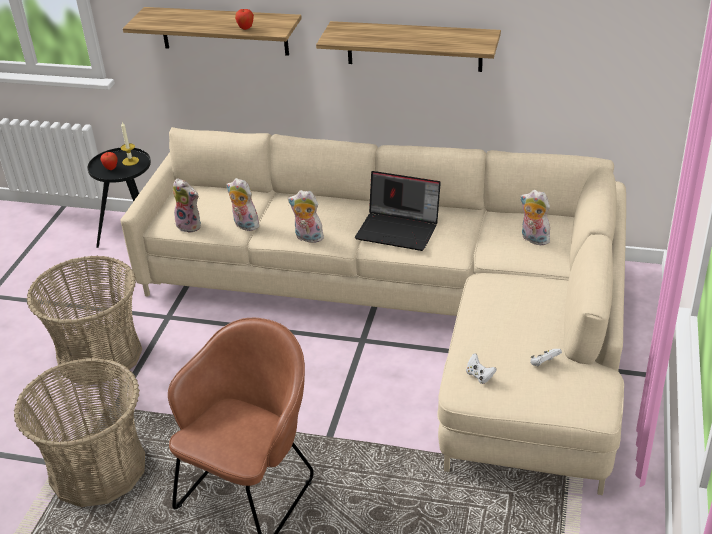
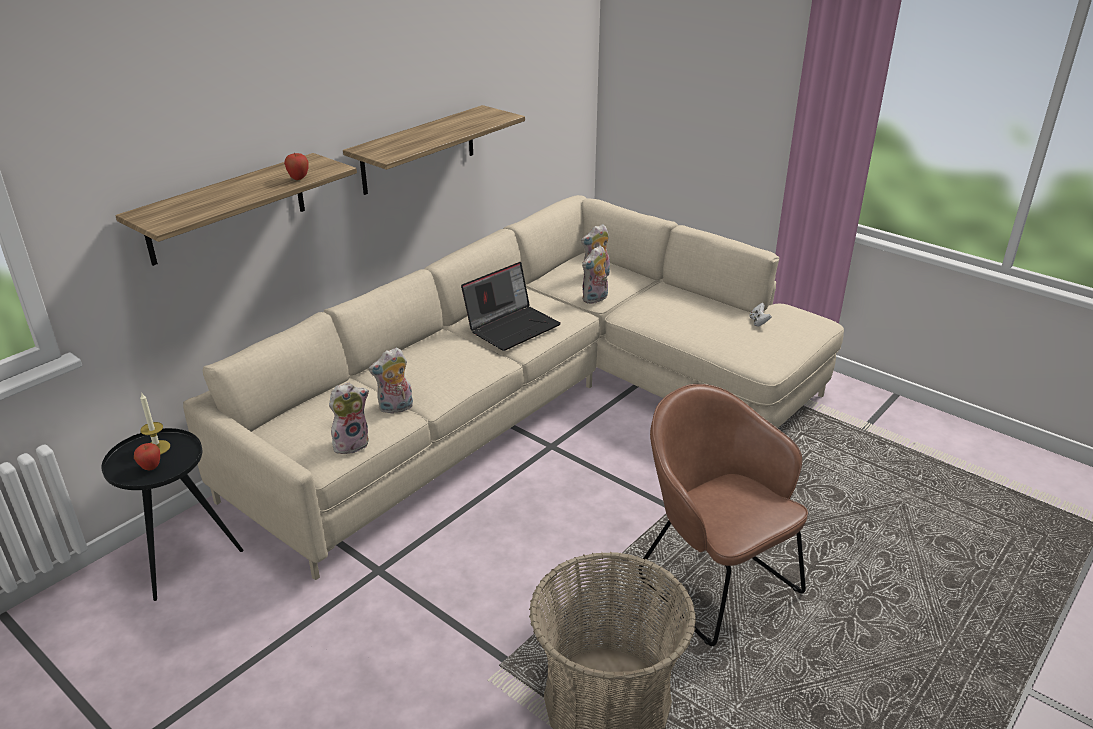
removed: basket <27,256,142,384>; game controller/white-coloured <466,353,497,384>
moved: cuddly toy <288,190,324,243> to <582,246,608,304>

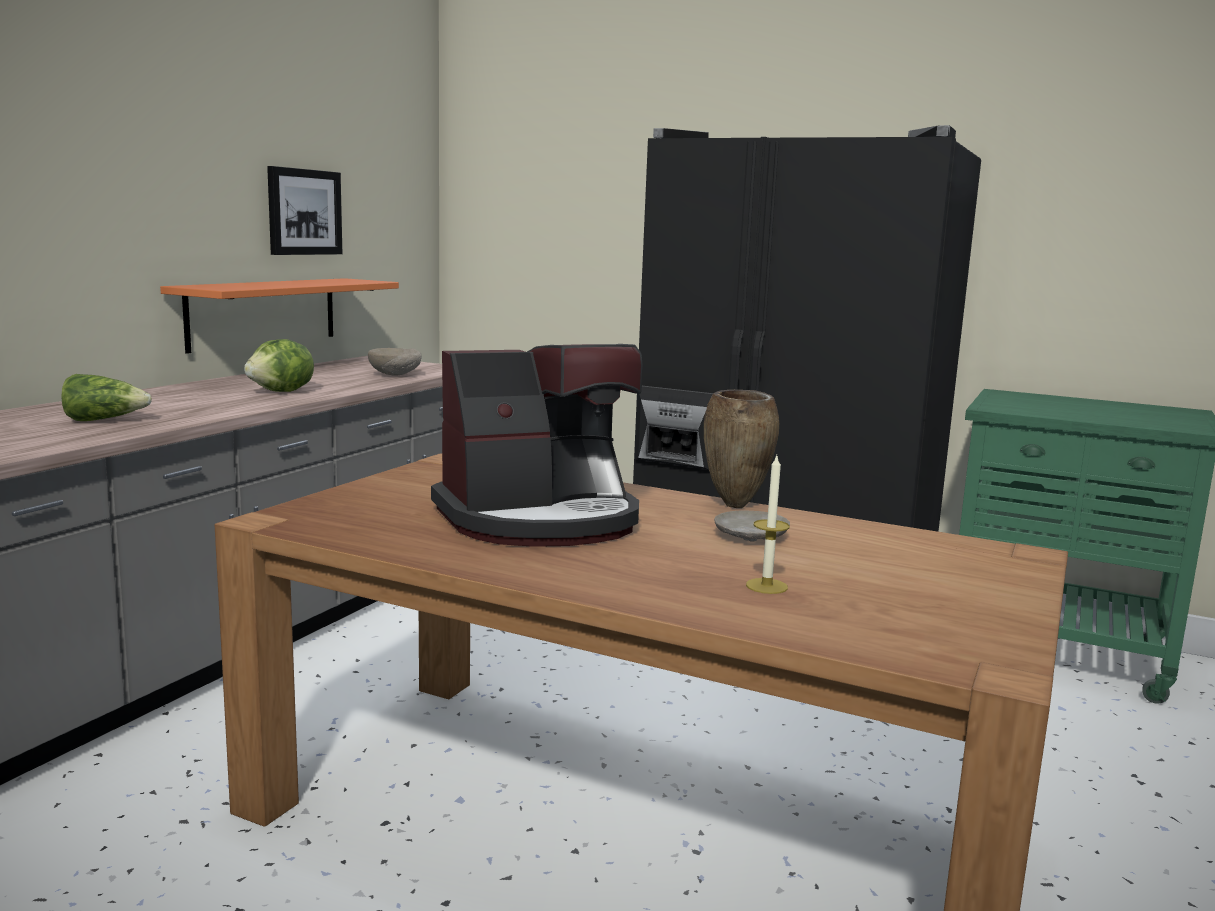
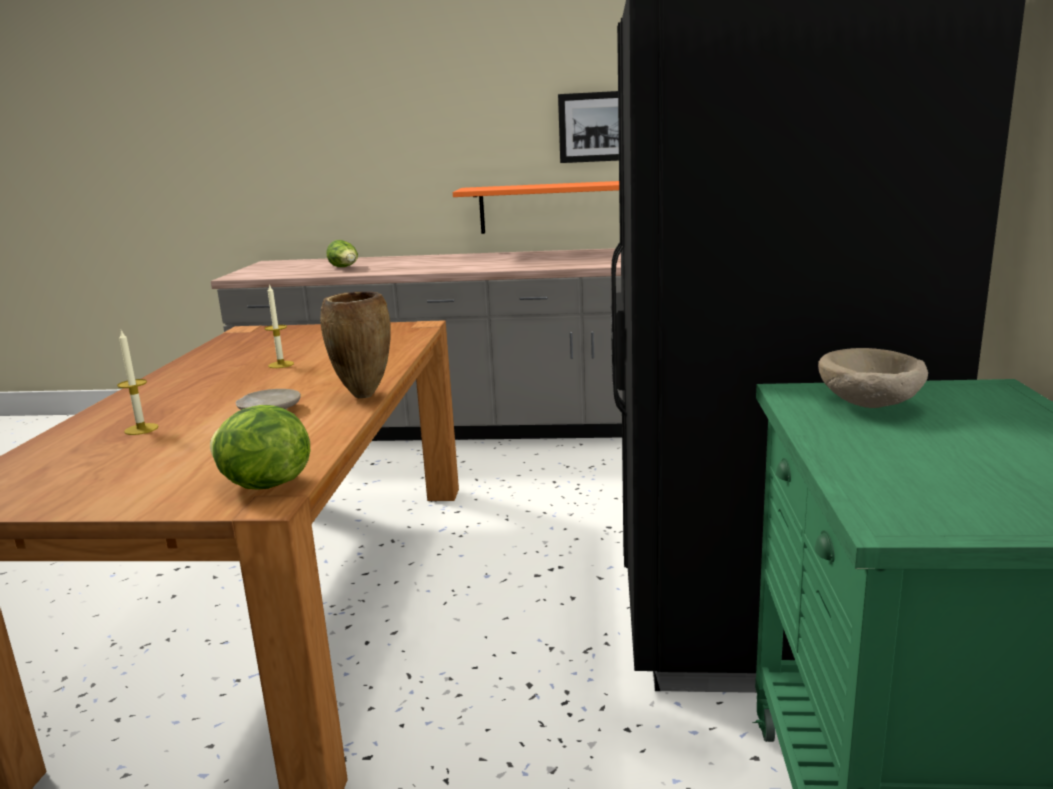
moved: lettuce <244,339,314,392> to <210,405,310,490>; bowl/beige <368,348,422,376> to <818,348,928,408>
replaced: coffee maker <431,344,643,547> to wax light <265,284,294,368>

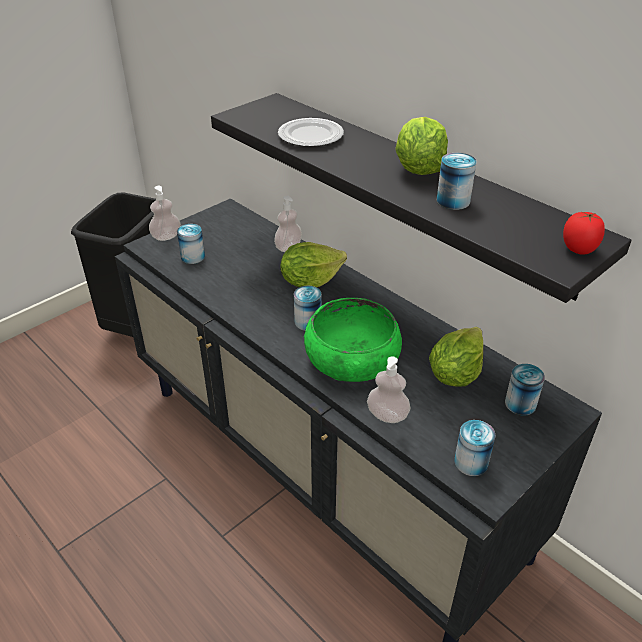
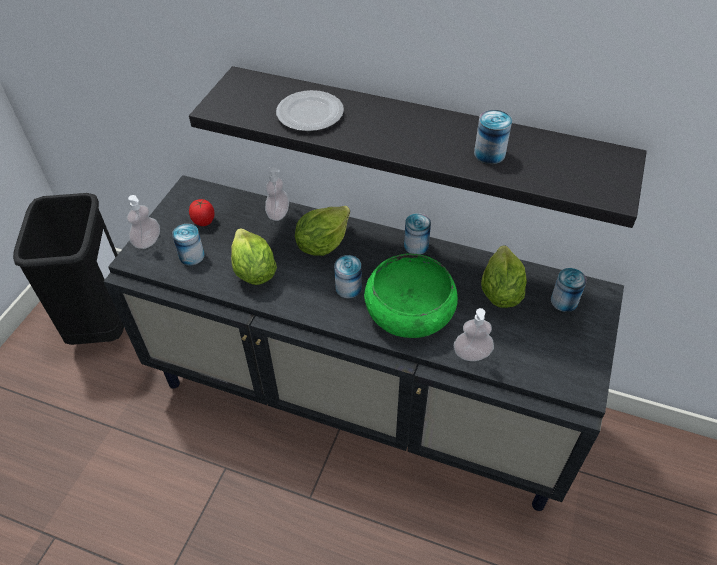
moved: lettuce <395,117,448,175> to <231,228,277,285>; can <454,420,495,476> to <404,213,431,255>; fresh tomato <563,212,605,255> to <189,199,215,226>

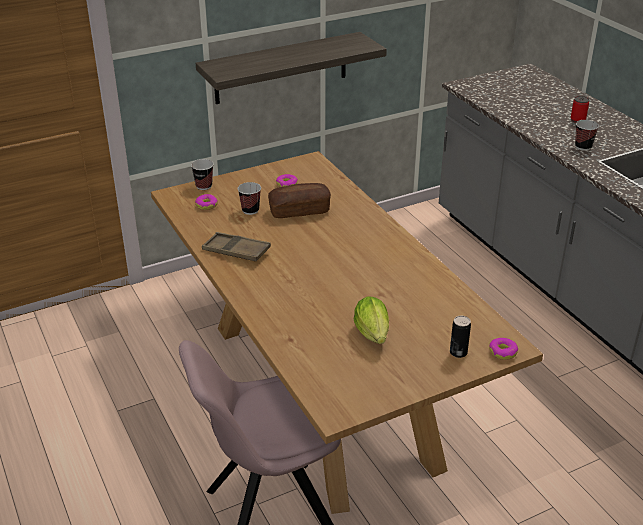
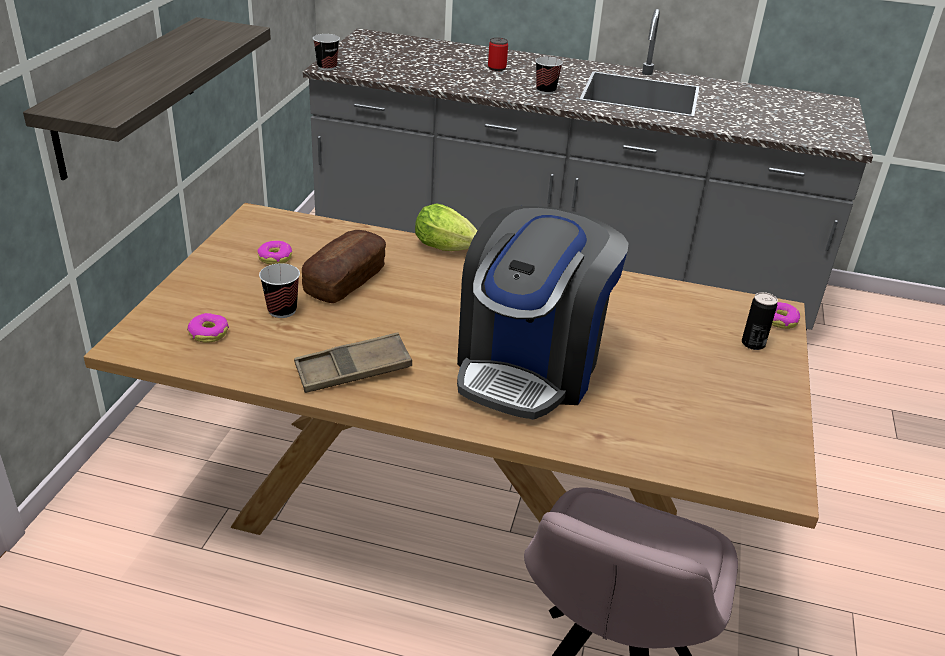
added: coffee maker <457,206,628,419>
moved: drinking cup <191,159,214,190> to <313,34,340,71>; lettuce <354,296,389,344> to <415,203,478,251>

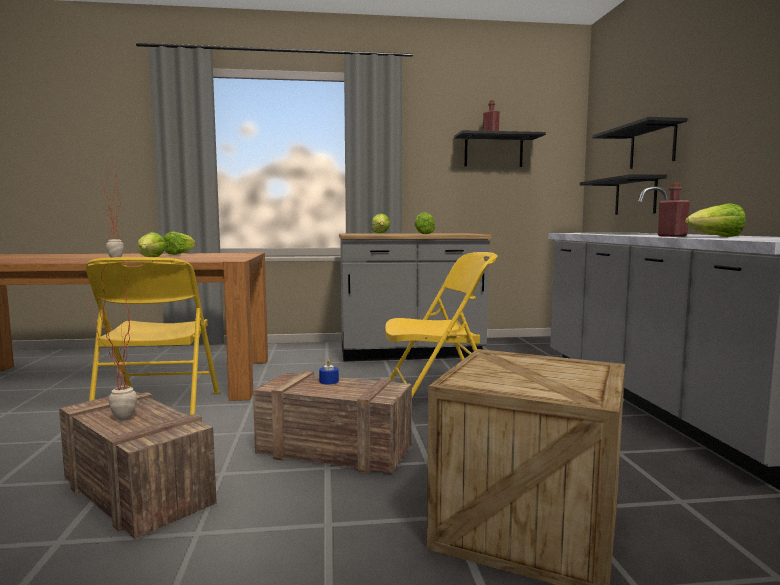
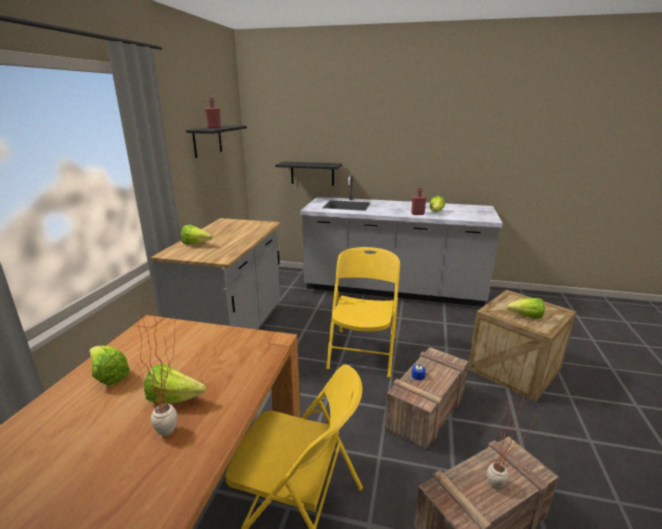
removed: shelf/black-coloured <592,117,687,169>
moved: lettuce <414,212,435,234> to <506,298,545,319>

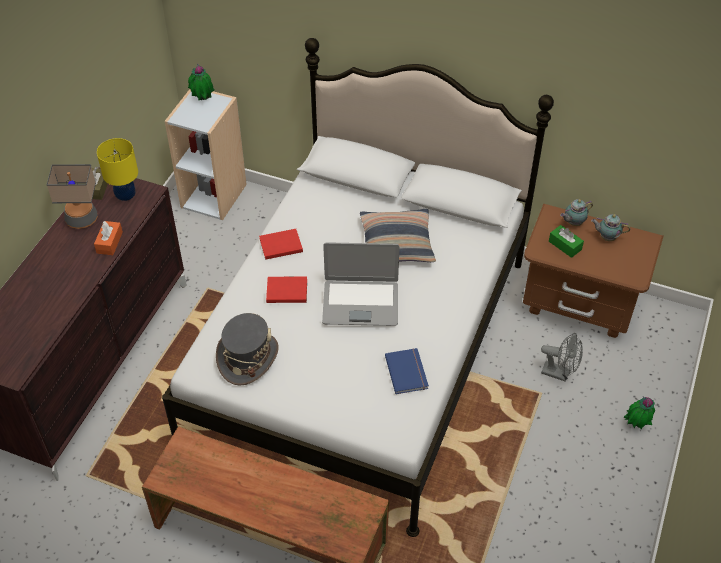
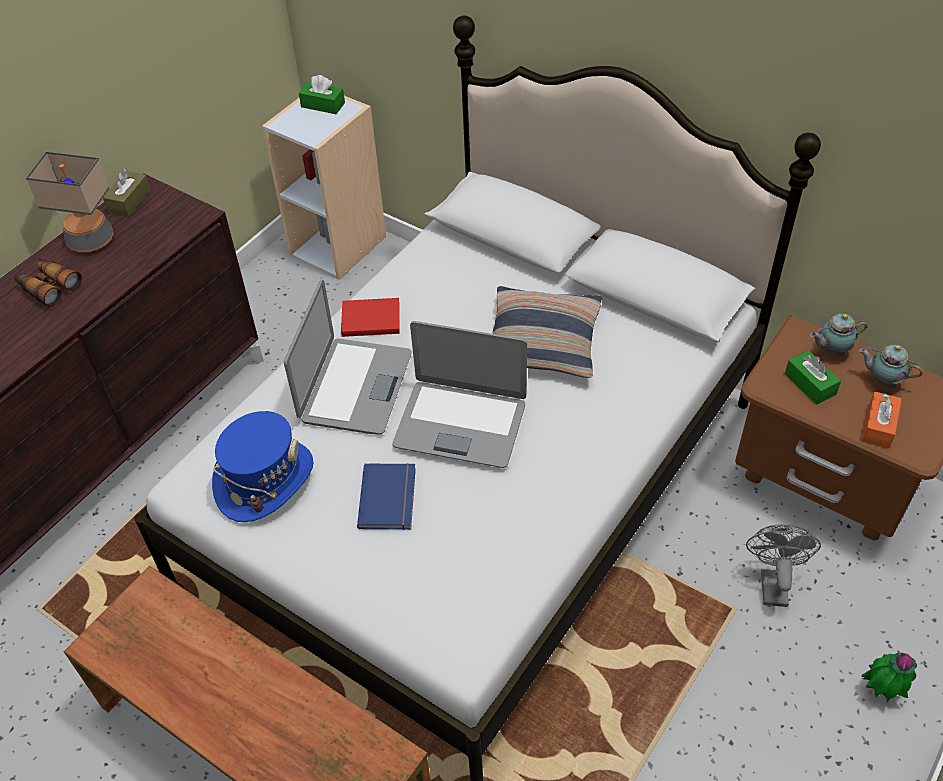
removed: lamp for a table/yellow-coloured <97,138,138,201>
added: binoculars <14,258,82,308>
moved: tissue box/orangey <94,221,123,255> to <862,392,902,448>; bound book/blue-coloured <385,348,429,394> to <357,463,416,530>
replaced: houseplant <188,63,215,100> to tissue box/green-coloured <299,75,345,114>; bound book/reddish <266,276,307,303> to portable computer <284,280,412,435>
recoloured: clothing hat/gray <216,313,279,386> to clothing hat/blue-coloured <212,411,314,522>
turned: fan/gray <541,333,583,382> = <746,524,821,607> 120 degrees counterclockwise

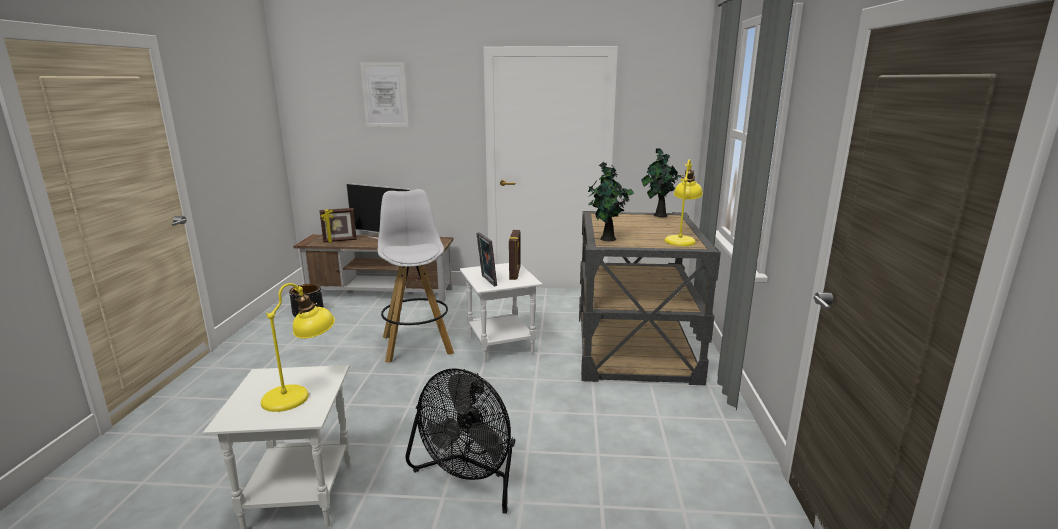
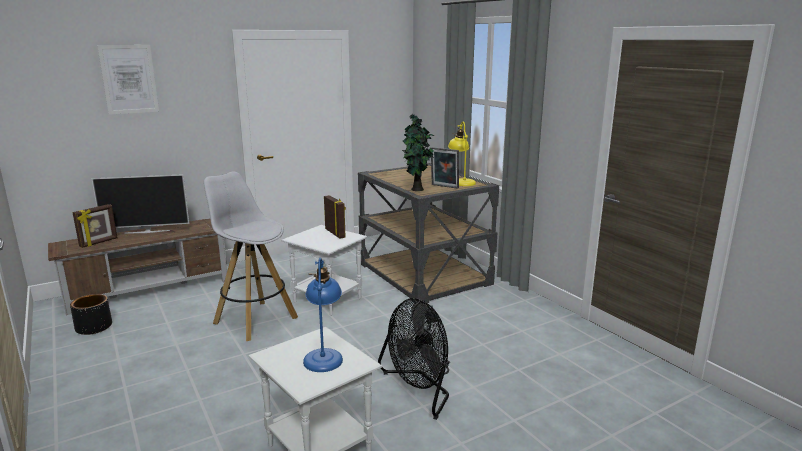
moved: standing frame <476,232,497,287> to <431,147,459,189>
recoloured: lamp for a table/yellow-coloured <261,283,335,412> to lamp for a table/blue-coloured <303,258,343,372>
turned: fan/black-coloured <405,369,515,513> = <378,298,450,420> 60 degrees clockwise

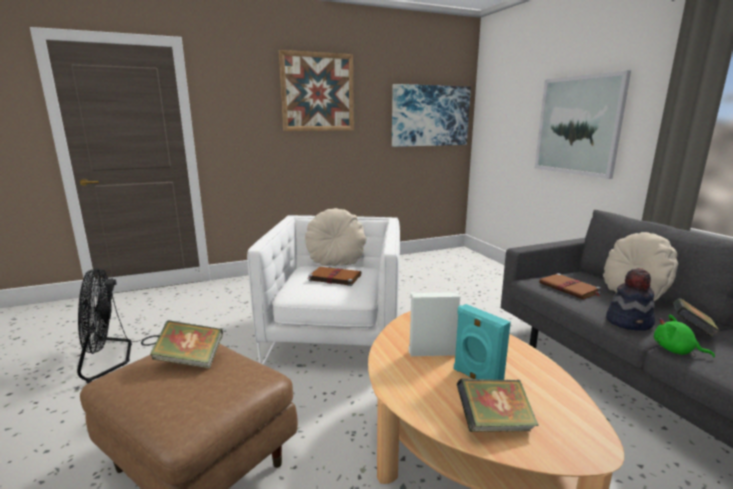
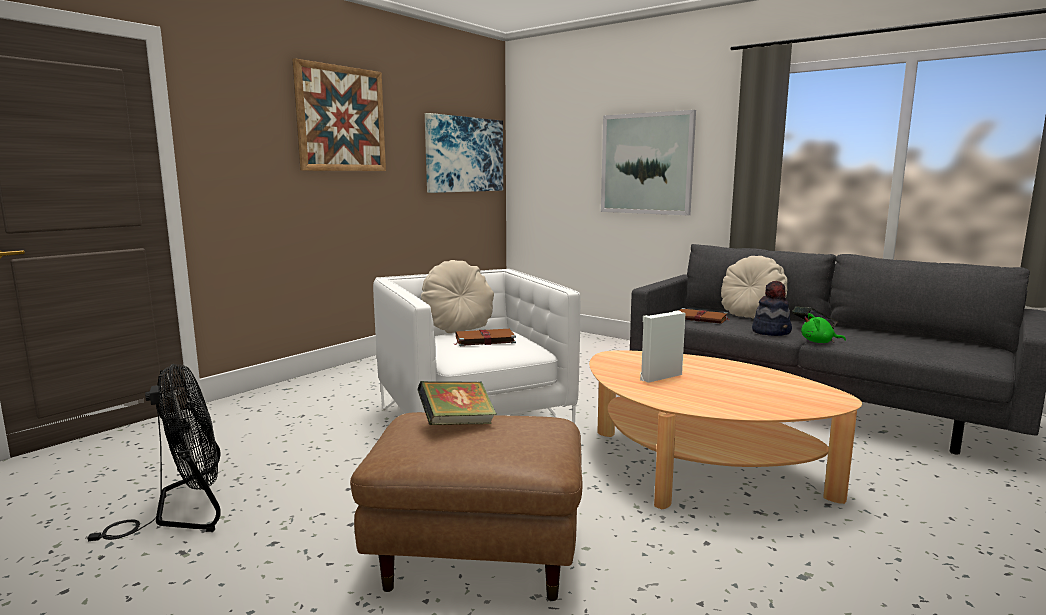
removed: speaker/blue-green <454,304,511,380>; bound book <457,379,539,432>
turned: fan/black-coloured <77,268,160,384> = <85,364,221,541> 150 degrees counterclockwise

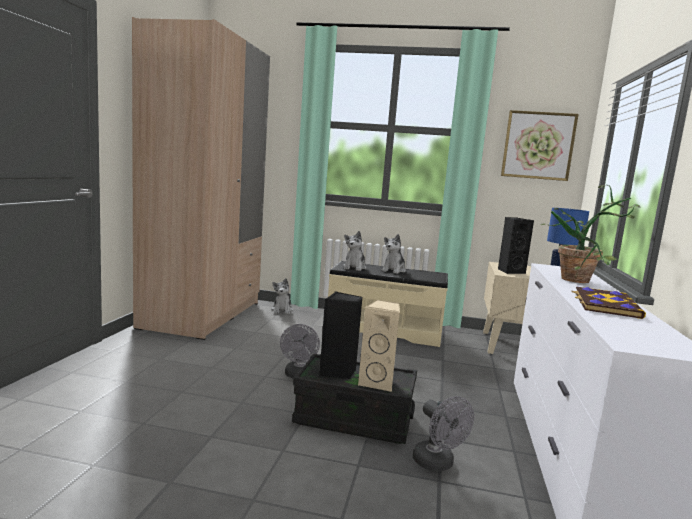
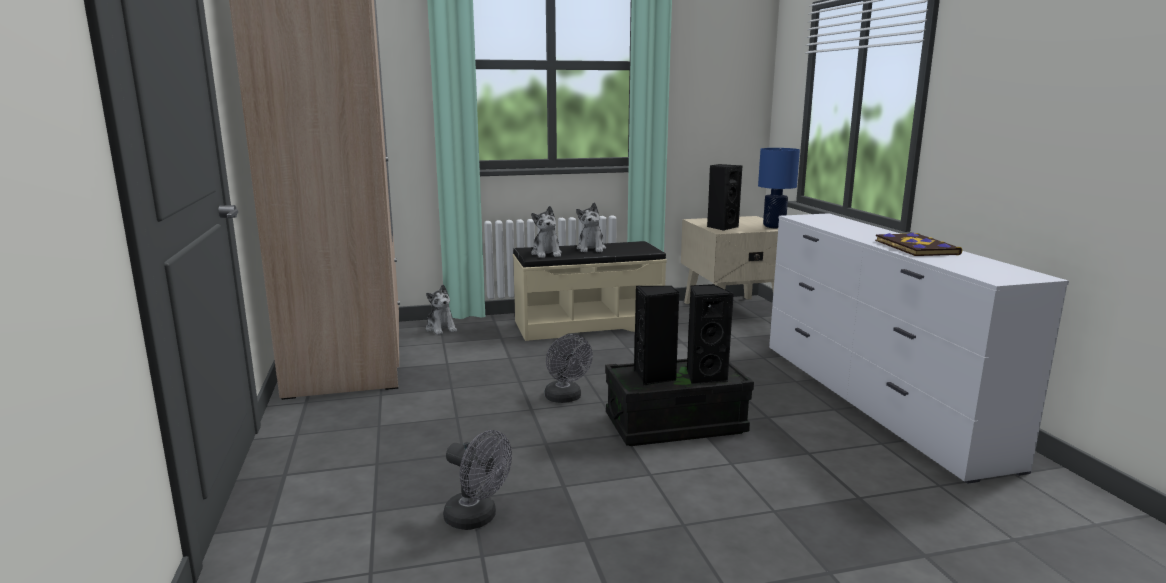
removed: wall picture <501,110,579,181>; houseplant <541,185,640,283>
moved: fan/gray <413,396,474,472> to <443,430,512,530>
recoloured: speaker/beige <358,300,400,392> to speaker/black-coloured <687,284,734,384>

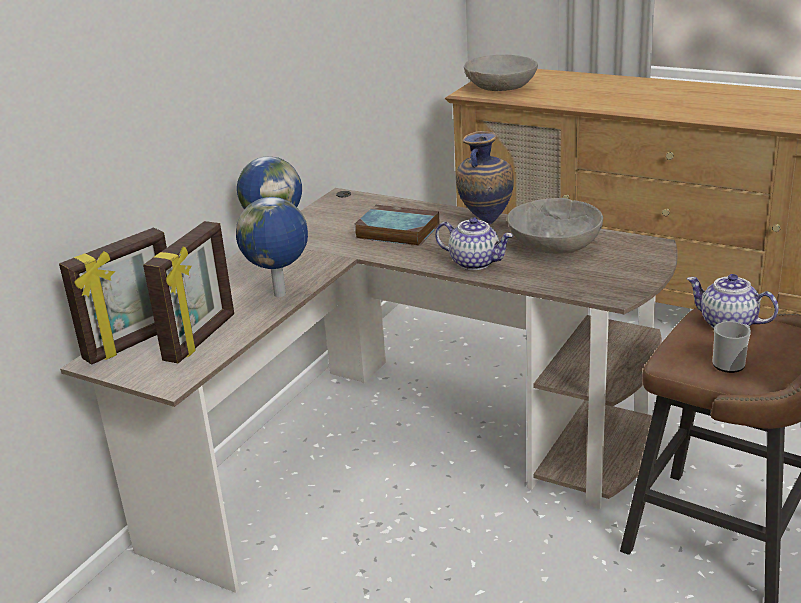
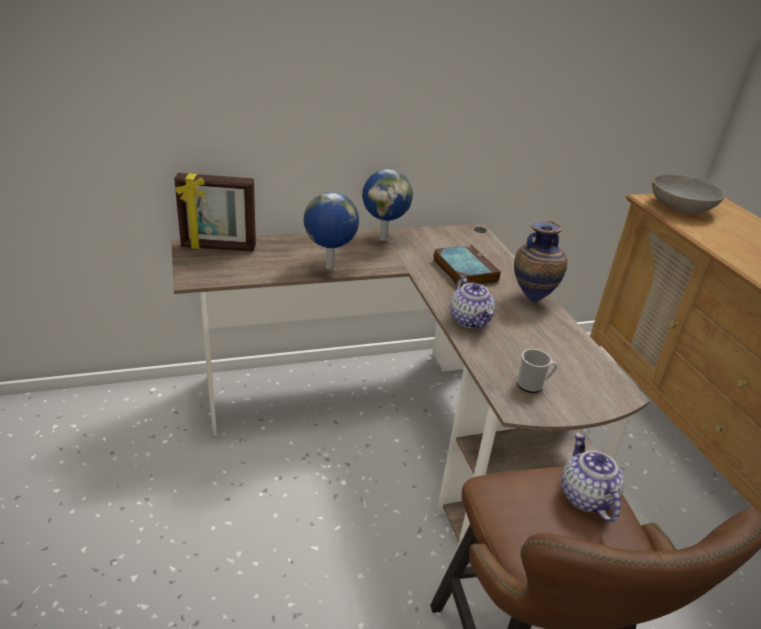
removed: standing frame <143,221,234,363>; bowl/gray <507,198,603,254>
moved: coffee mug <712,321,751,373> to <517,349,558,393>

